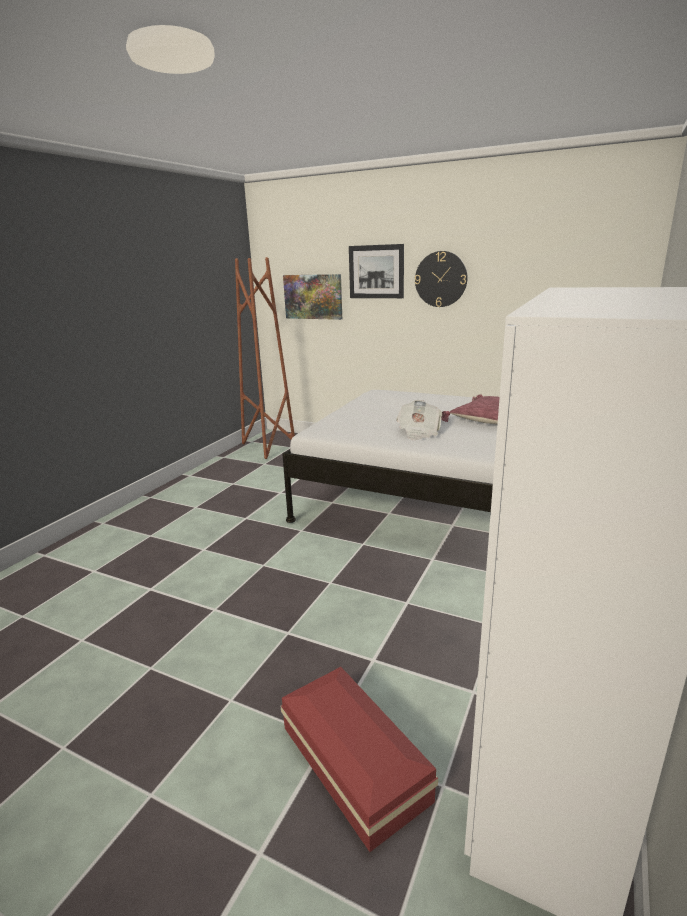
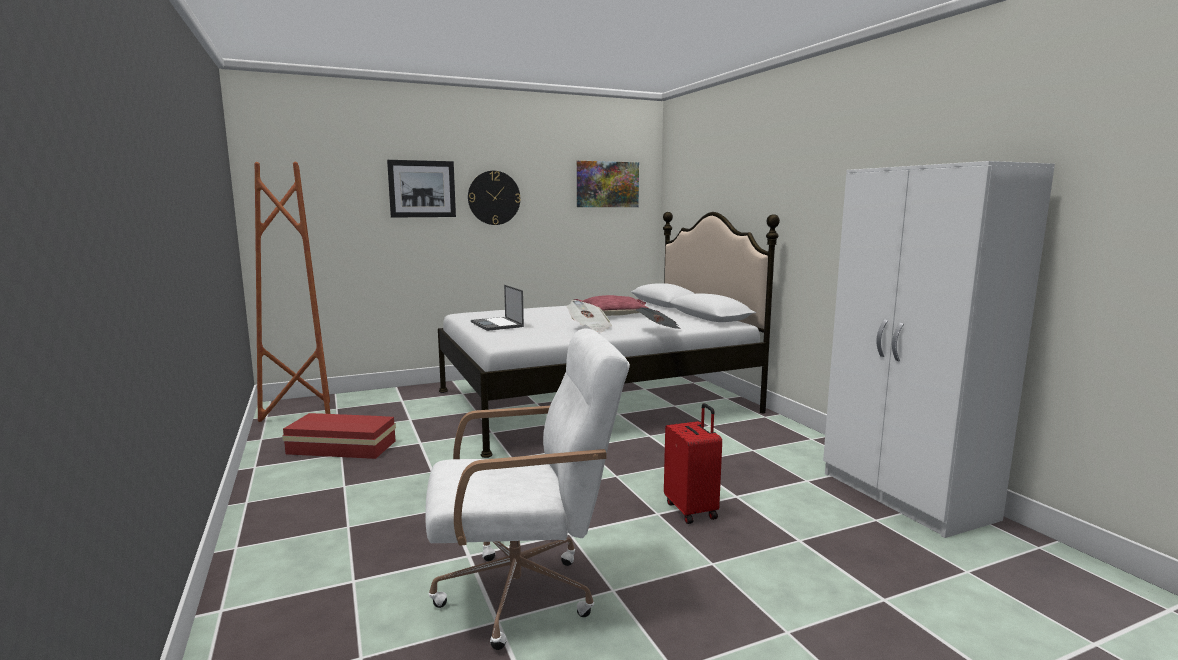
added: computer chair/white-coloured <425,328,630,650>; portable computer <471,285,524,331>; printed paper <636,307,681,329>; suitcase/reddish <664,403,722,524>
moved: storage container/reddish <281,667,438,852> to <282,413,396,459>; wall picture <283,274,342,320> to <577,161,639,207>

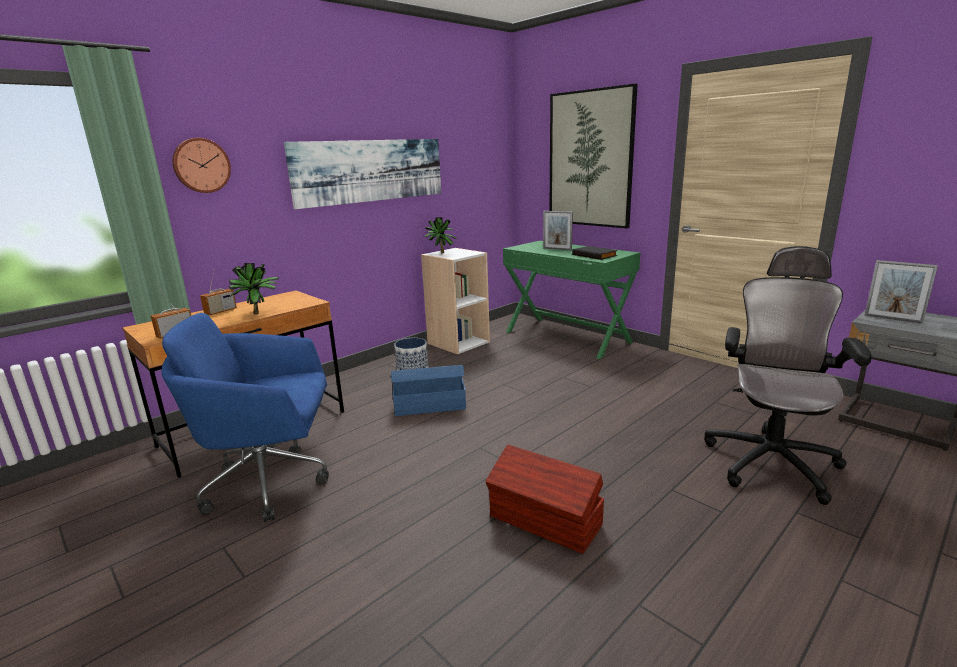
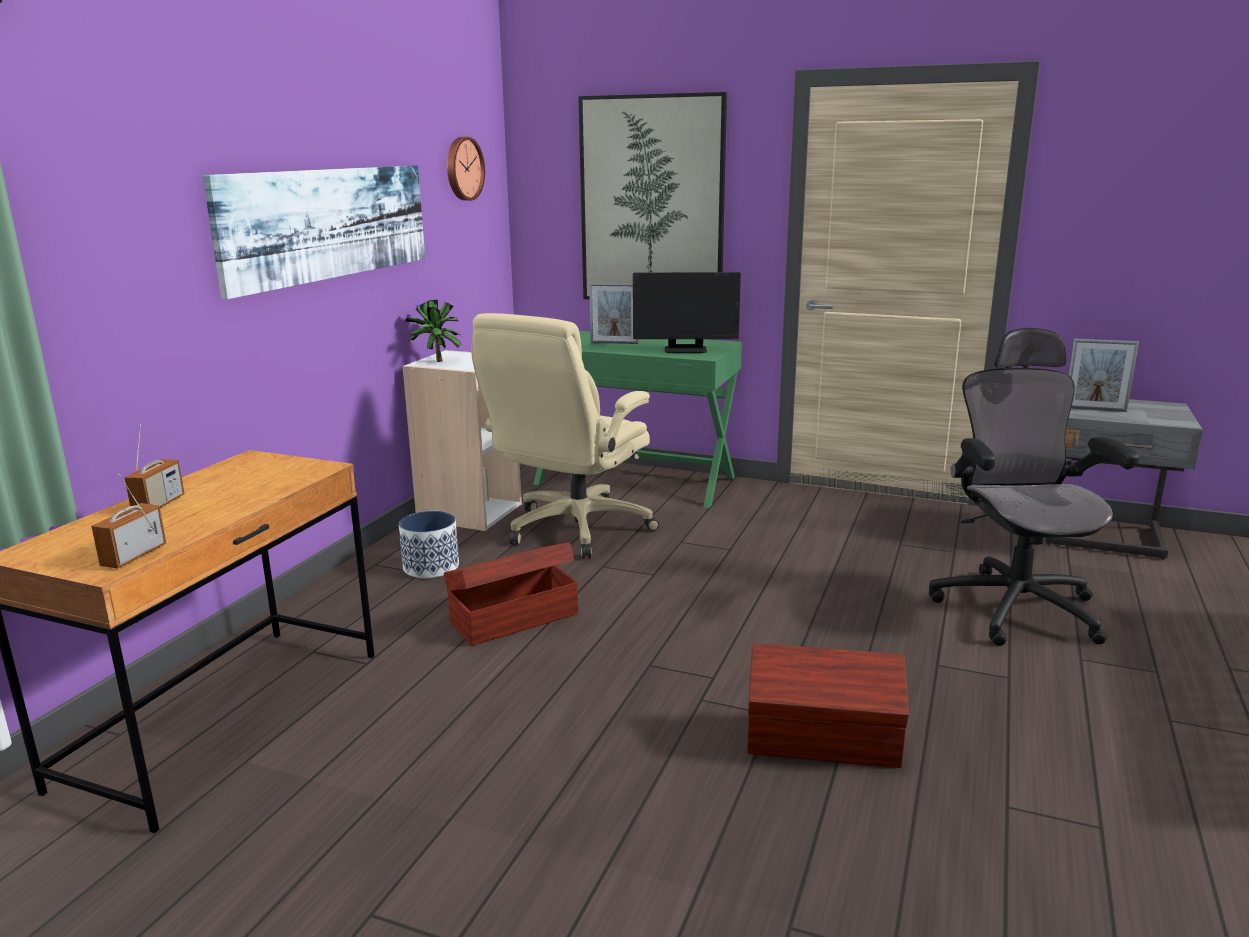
removed: computer chair/blue-coloured <162,313,329,522>; houseplant <227,263,279,314>
added: computer chair/beige <472,313,659,559>
moved: wall clock <172,138,231,193> to <447,137,485,201>
replaced: bound book/black-coloured <572,246,618,260> to computer display <633,272,741,353>
recoloured: storage container/blue-coloured <391,365,466,416> to storage container/brown <444,542,578,646>

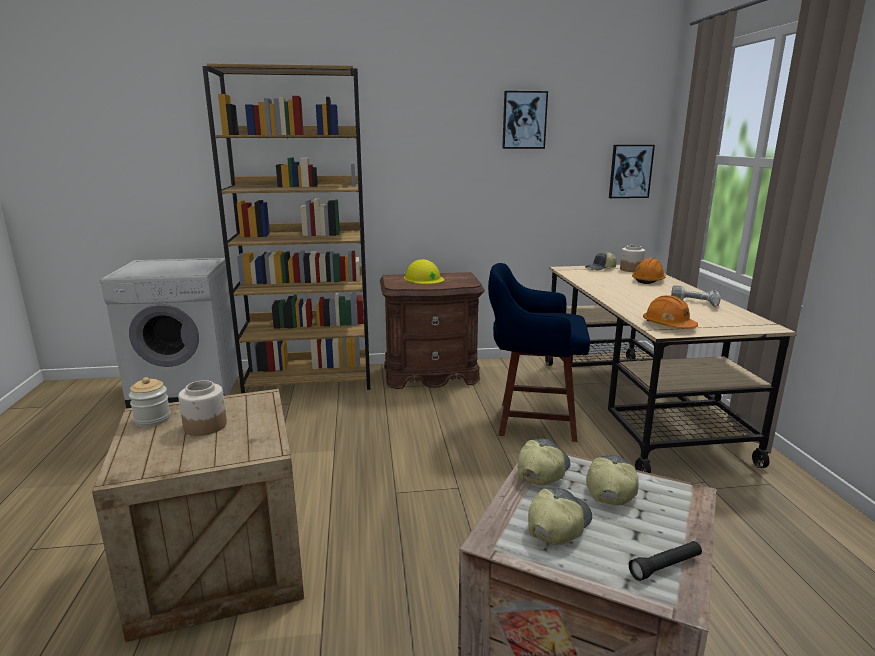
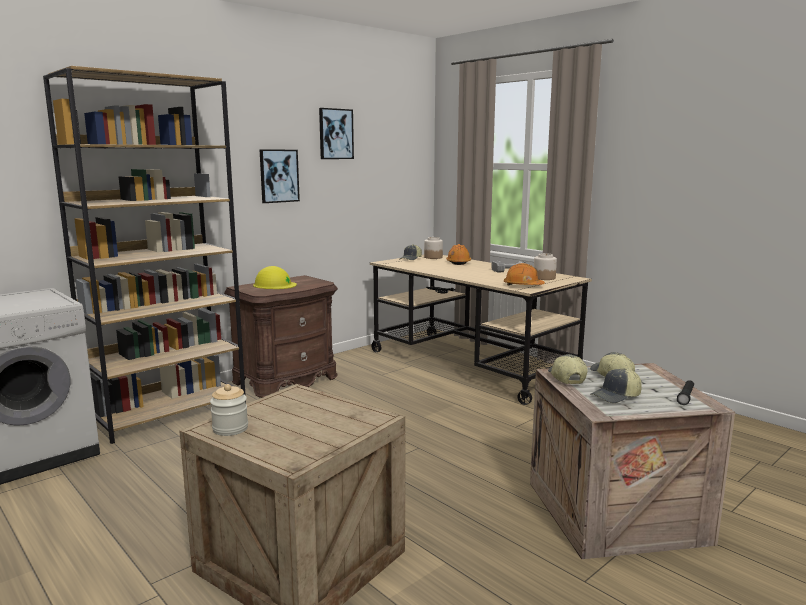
removed: stool/blue-coloured <488,263,590,442>
moved: jar <178,380,227,436> to <534,253,557,280>; wall picture <609,145,655,198> to <260,150,300,203>
turned: peaked cap <528,488,592,545> = <590,368,642,403> 120 degrees counterclockwise

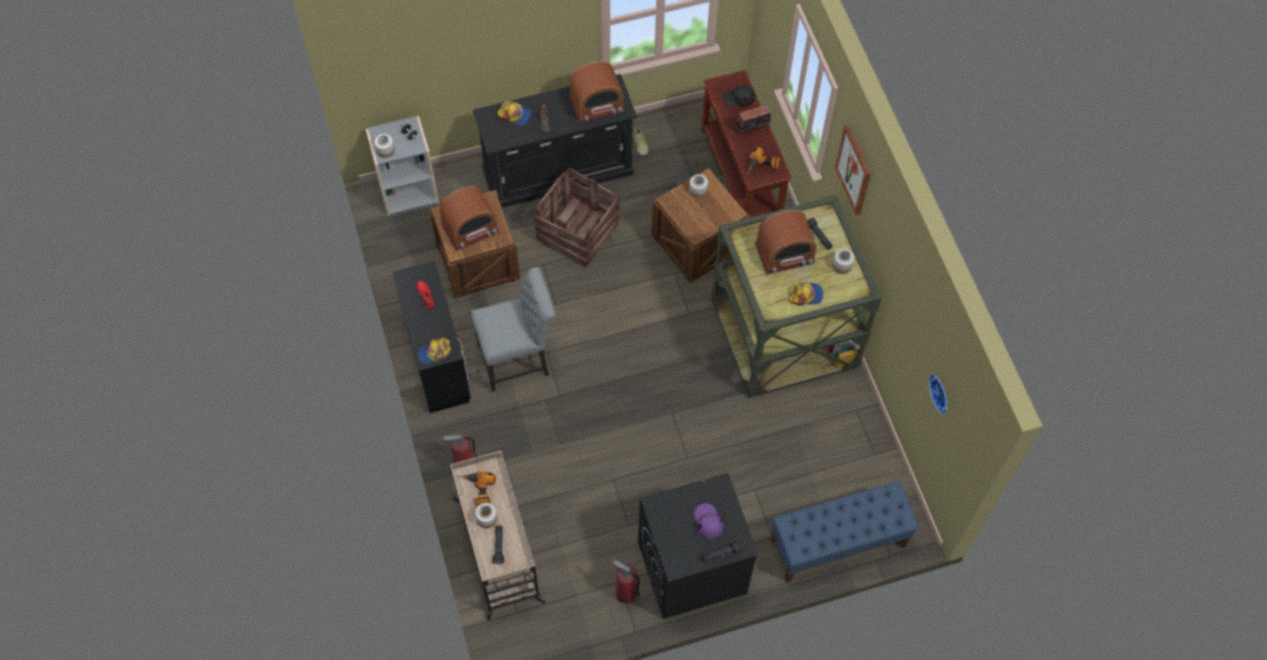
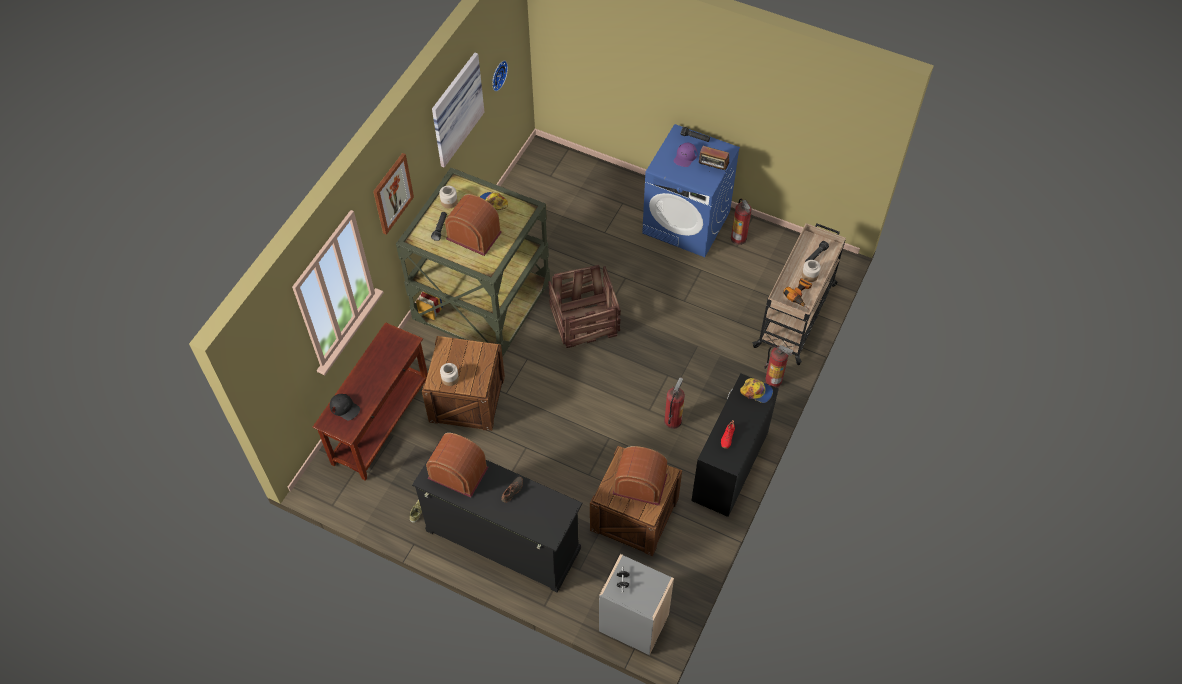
removed: jar <374,134,395,158>; peaked cap <497,101,531,125>; power drill <746,147,780,175>; bench/blue-coloured <770,481,919,583>
added: wall picture <432,53,484,168>
moved: crate <534,167,620,267> to <548,265,621,348>; radio receiver <735,105,771,132> to <699,146,729,172>
replaced: plain chair/gray <471,267,556,392> to fire extinguisher <664,377,685,429>
recoloured: laundry appliance/black-coloured <638,473,758,619> to laundry appliance/blue-coloured <642,124,740,257>

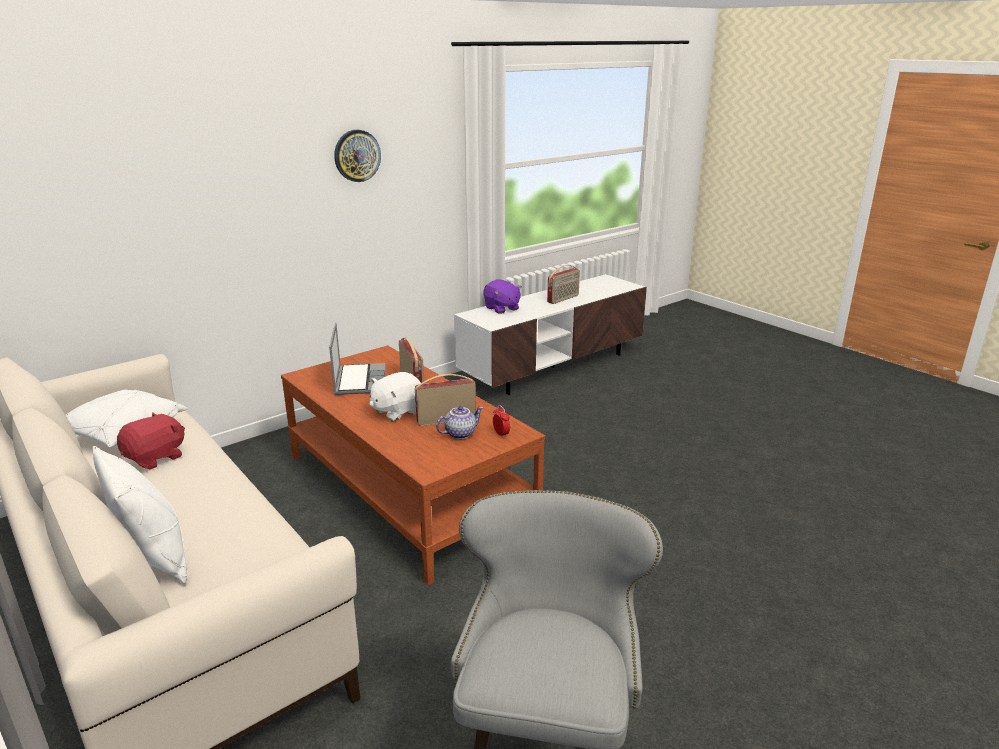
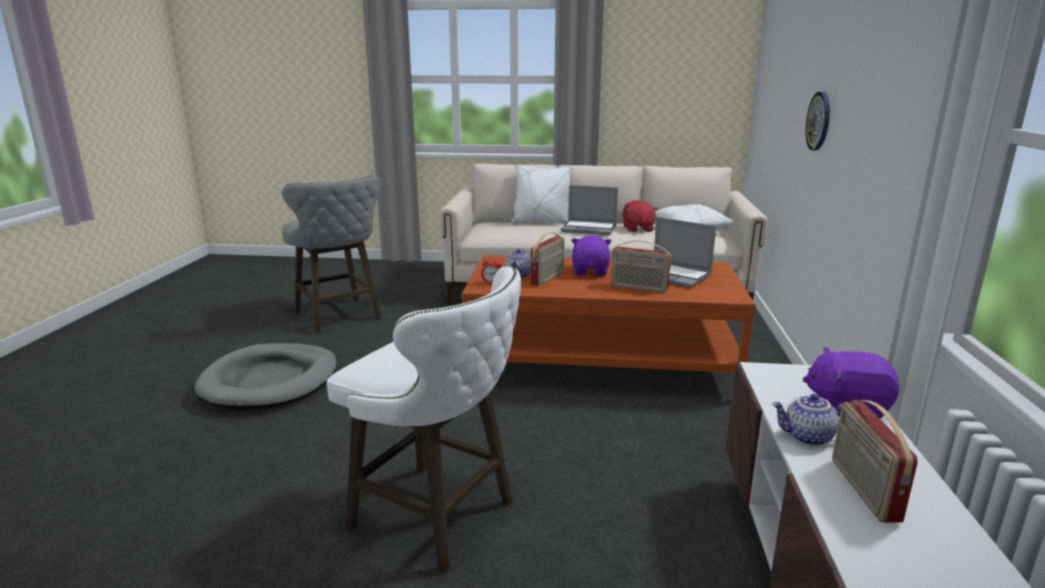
added: pet bed/gray <194,343,337,411>; stool/white-coloured <327,266,521,574>; portable computer <561,185,618,235>; tea pot <771,394,842,446>
moved: wall clock <334,130,381,182> to <806,92,830,151>
recoloured: cuddly toy/white-coloured <369,372,421,421> to cuddly toy/purplish <571,235,612,276>

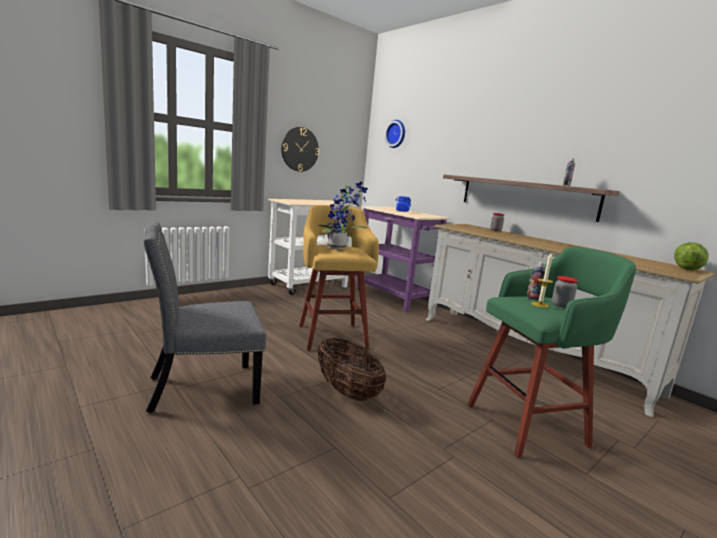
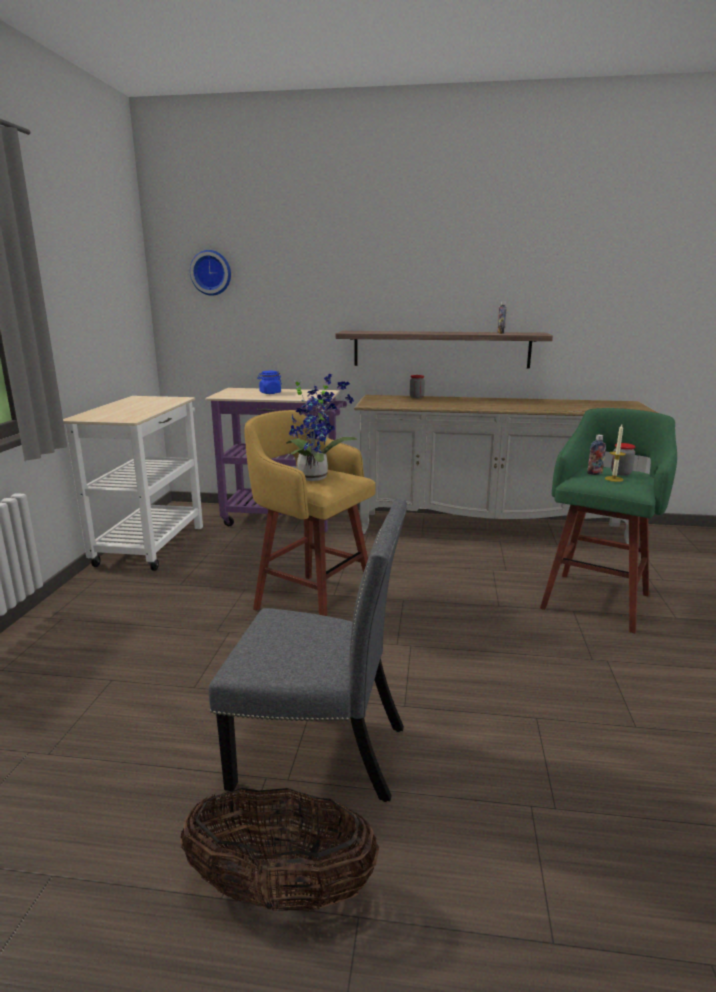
removed: wall clock <281,127,319,172>; lettuce <674,242,709,270>
moved: basket <318,338,386,401> to <180,788,379,911>
turned: plain chair/gray <143,222,266,413> = <209,499,407,802> 105 degrees counterclockwise

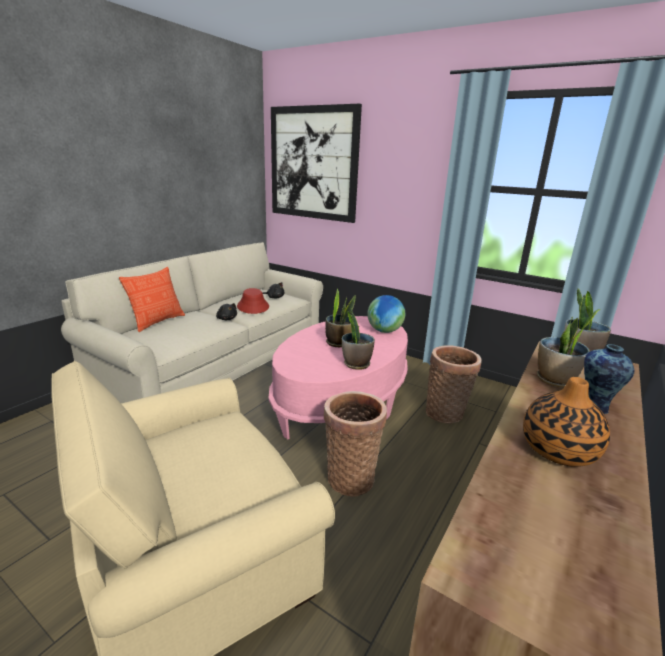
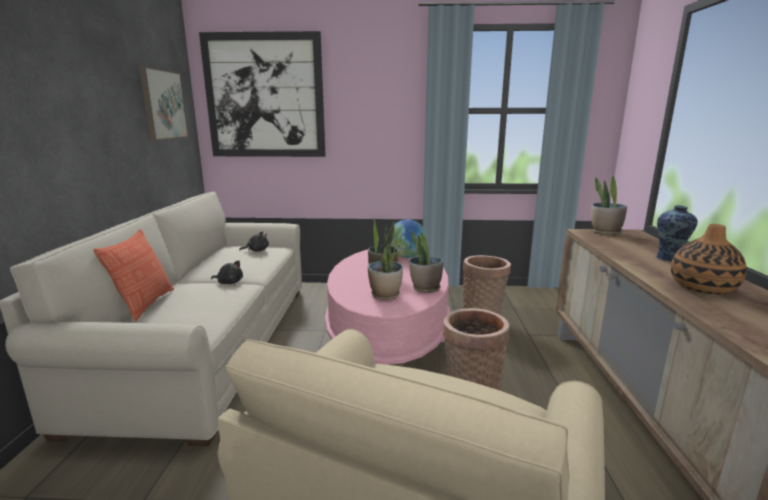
removed: clothing hat/reddish <237,288,269,314>
added: wall picture <139,66,189,141>
moved: houseplant <537,309,600,387> to <368,233,403,300>

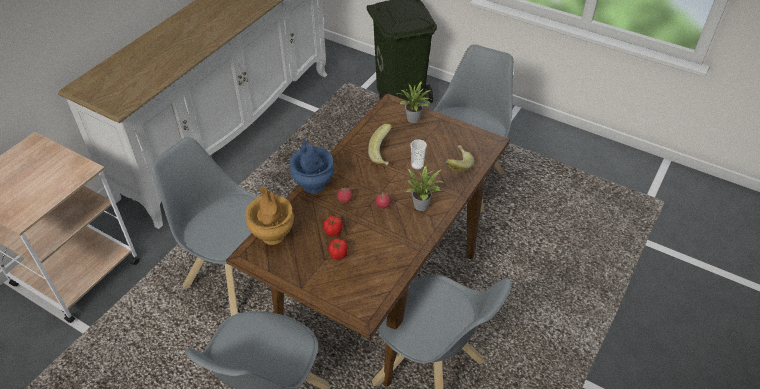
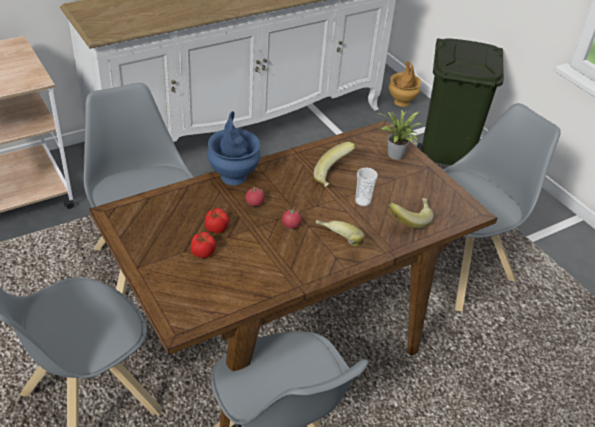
moved: decorative vase/brown <246,187,294,245> to <389,61,421,107>
replaced: houseplant <406,165,444,211> to whole banana <316,220,365,247>

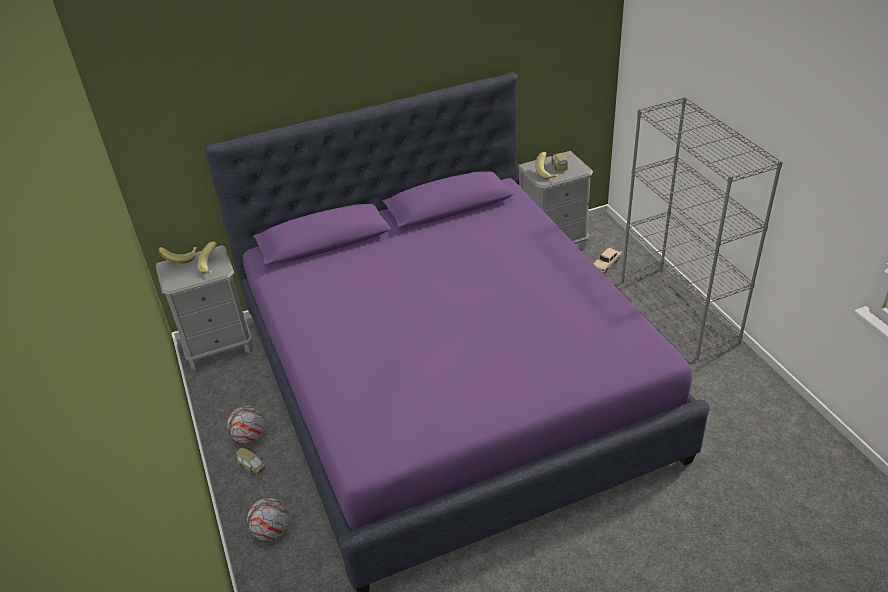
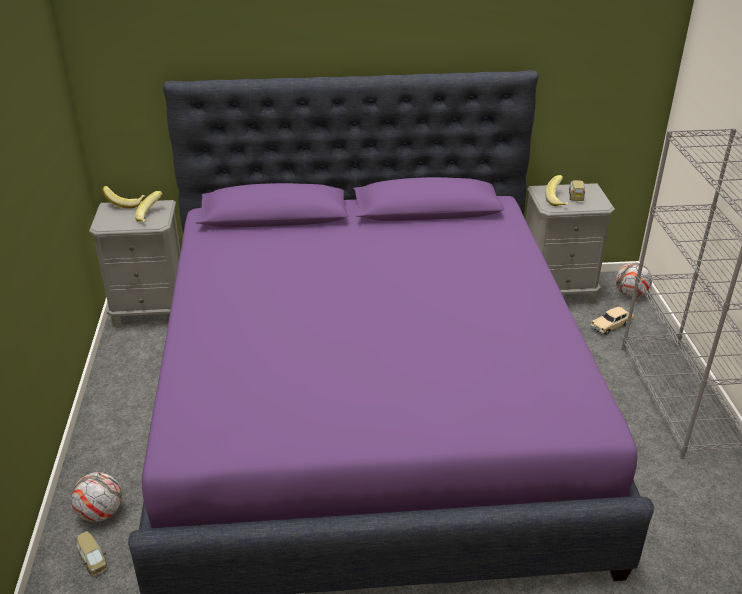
moved: ball for football <227,406,265,443> to <616,263,652,297>; toy car <236,447,266,476> to <76,531,108,576>

